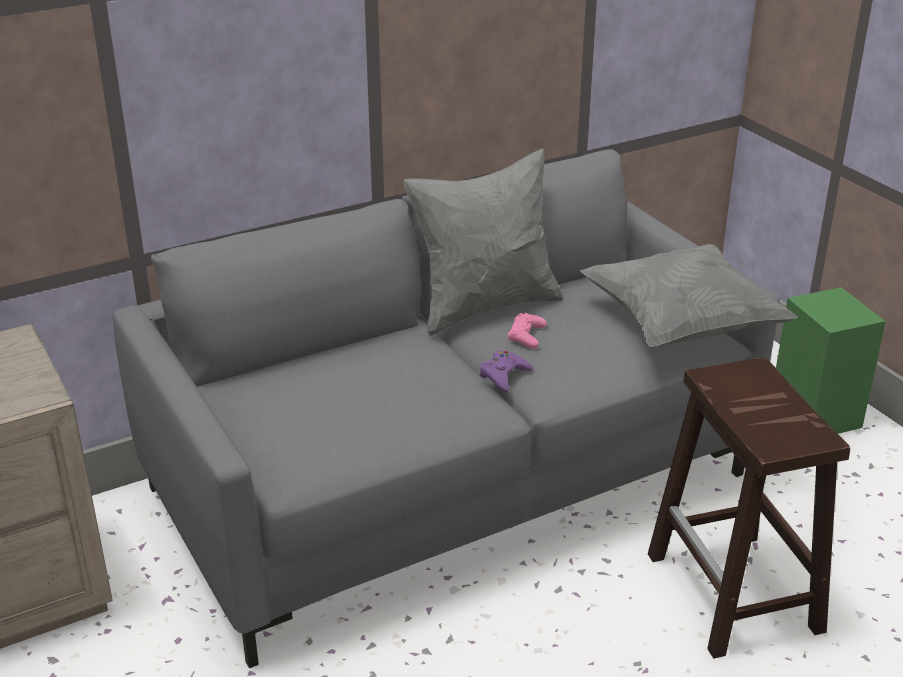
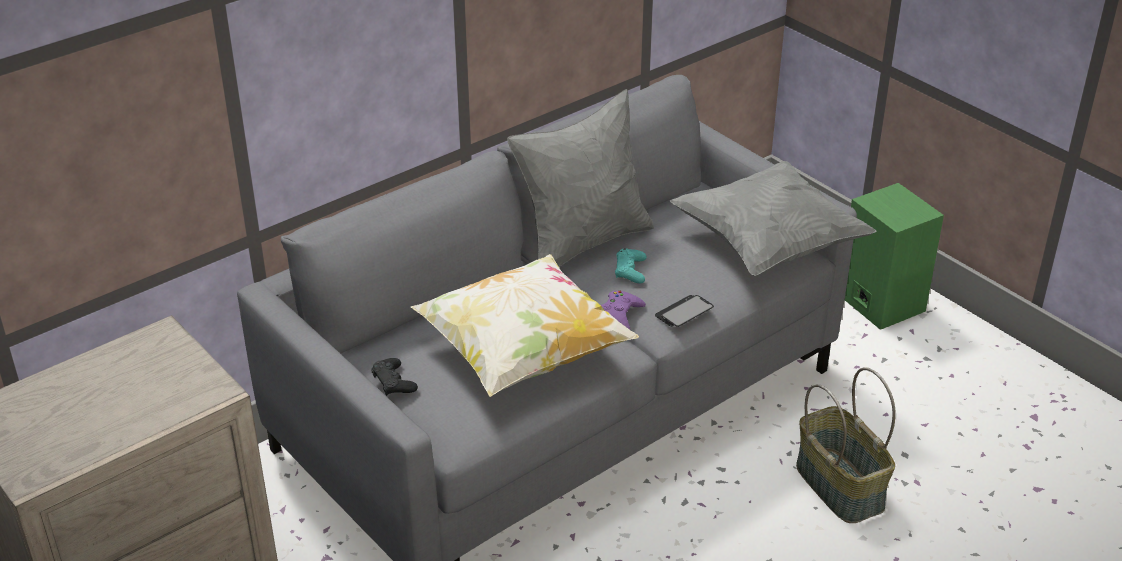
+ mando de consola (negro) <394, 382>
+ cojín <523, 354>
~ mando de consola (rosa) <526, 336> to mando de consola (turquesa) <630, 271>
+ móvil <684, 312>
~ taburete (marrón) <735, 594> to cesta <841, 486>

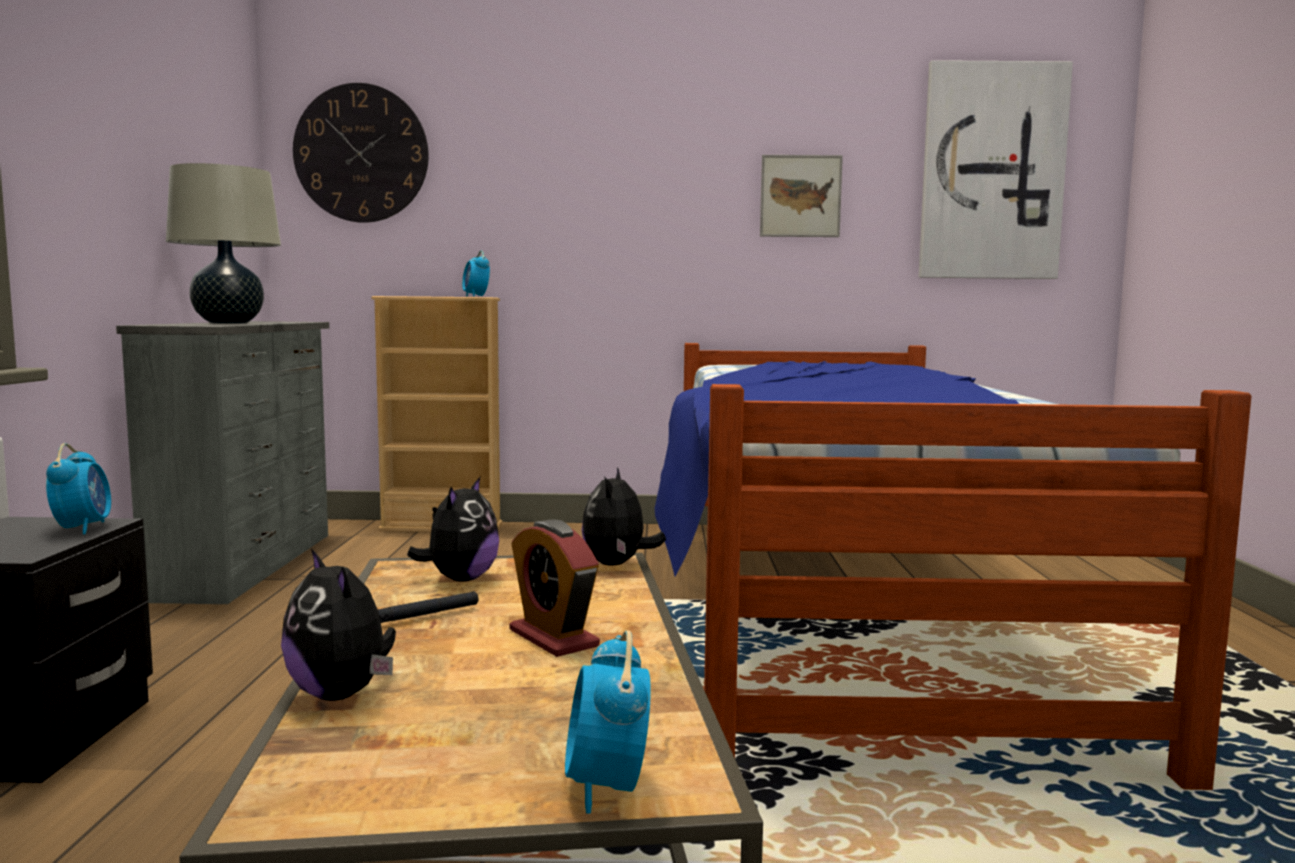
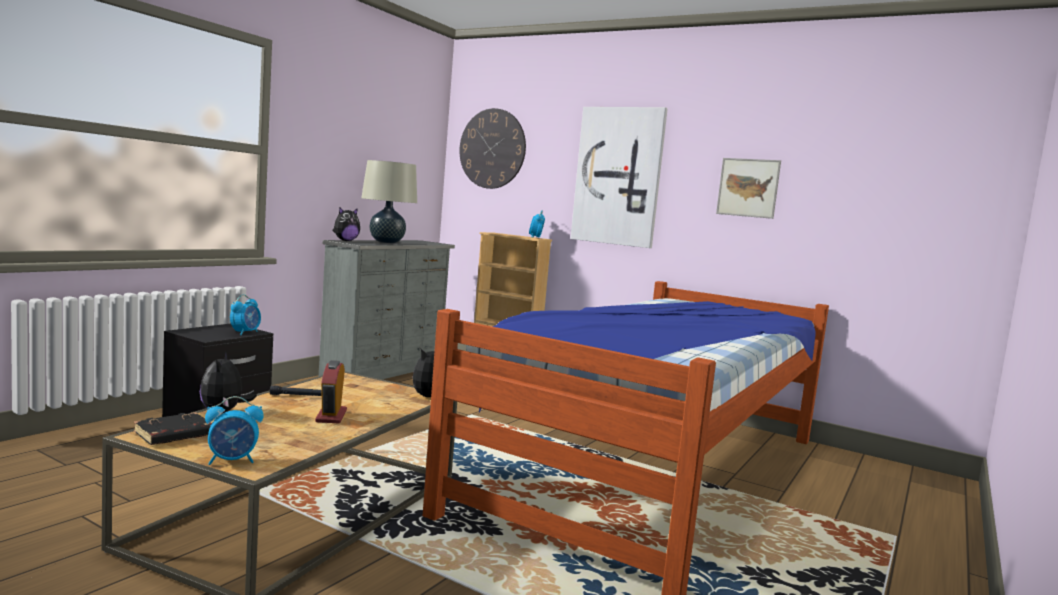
+ libro (negro) <174, 435>
~ despertador <606, 788> = <232, 461> 135 degrees counterclockwise
~ peluche <460, 579> to <345, 241>
~ cuadro <992, 172> to <618, 176>

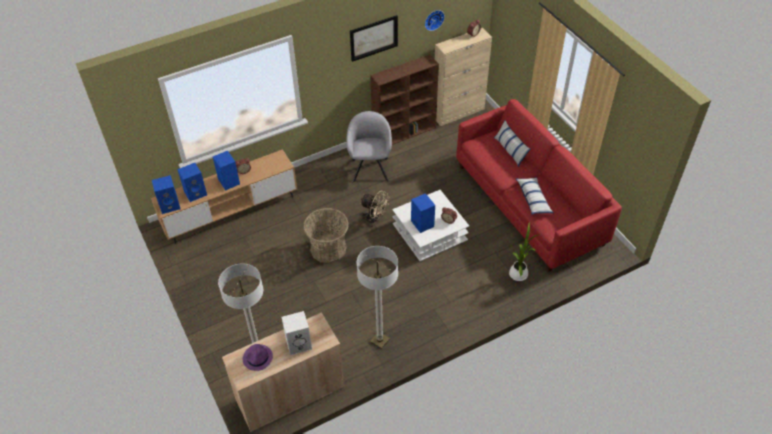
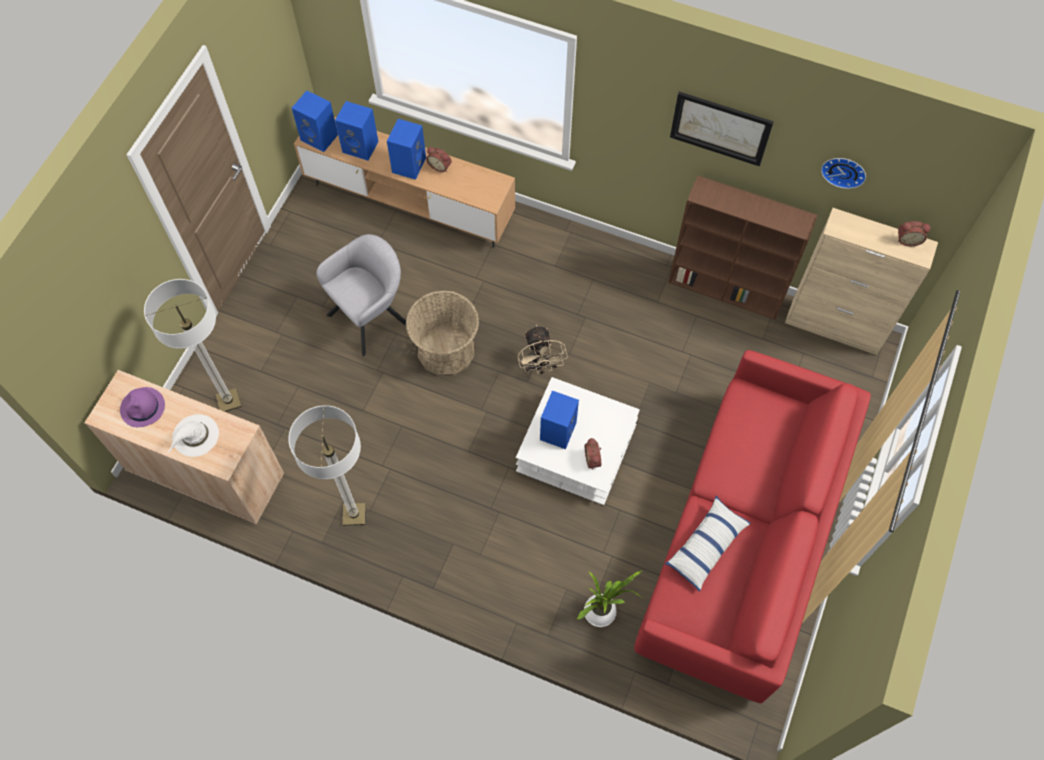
~ altavoz (blanco) <299, 343> to sombrero (blanco) <195, 436>
~ sillón (gris) <370, 167> to <371, 316>
- cojín <510, 150>

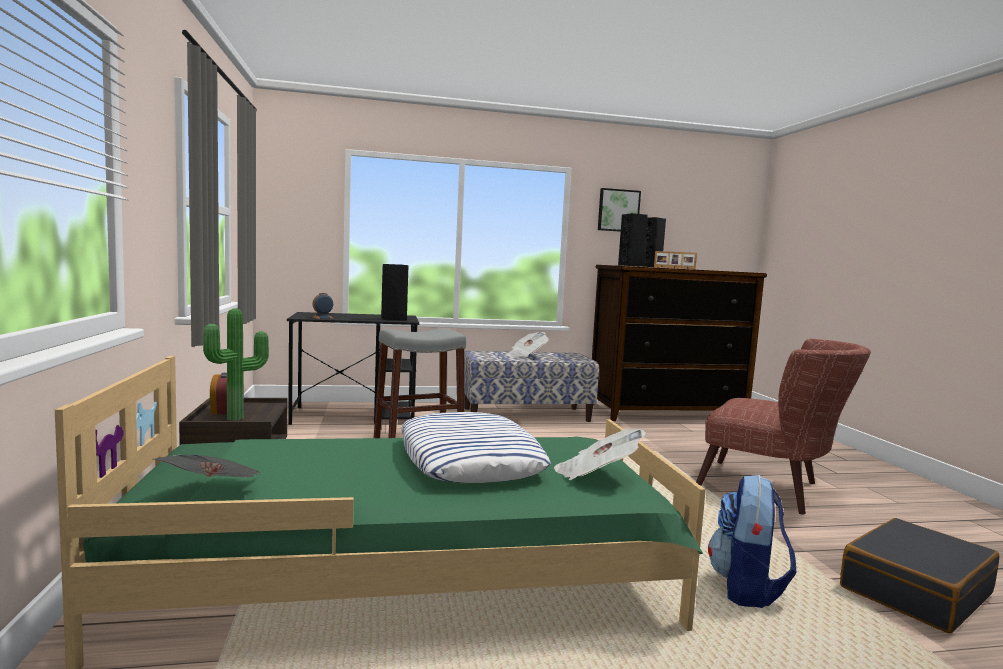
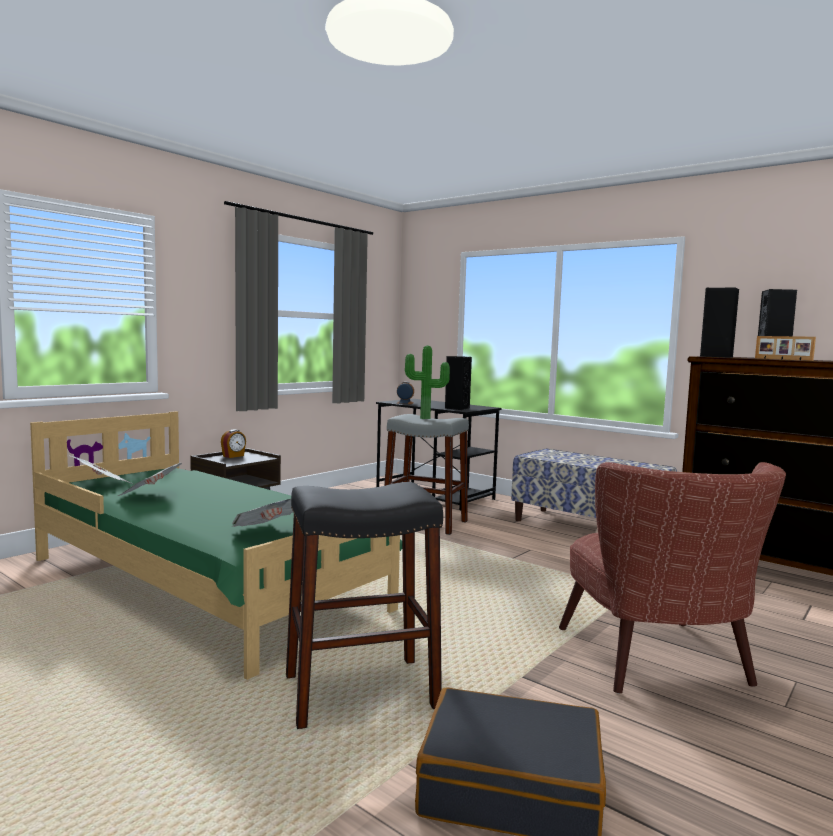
~ periódico <526, 355> to <150, 496>
~ mochila <747, 588> to taburete (negro) <360, 691>
~ planta en maceta <237, 418> to <425, 418>
- cojín <469, 459>
- cuadro <618, 210>

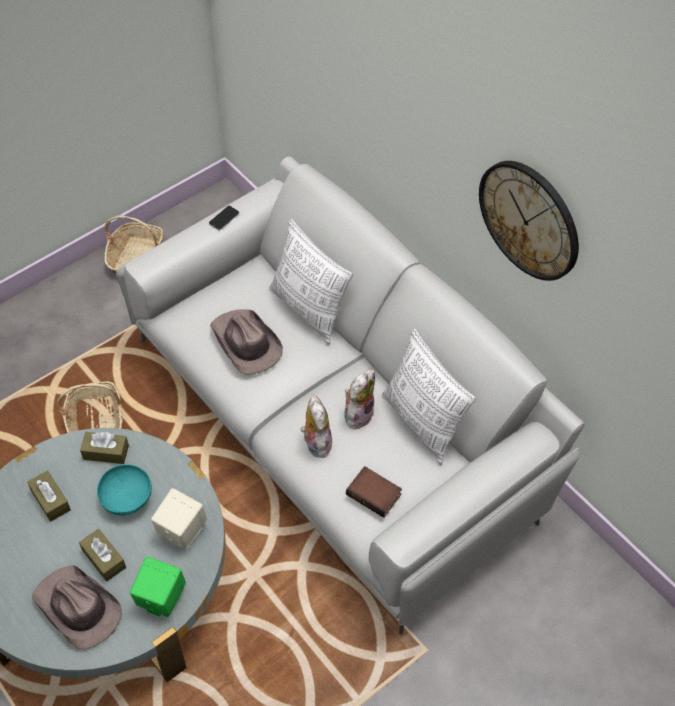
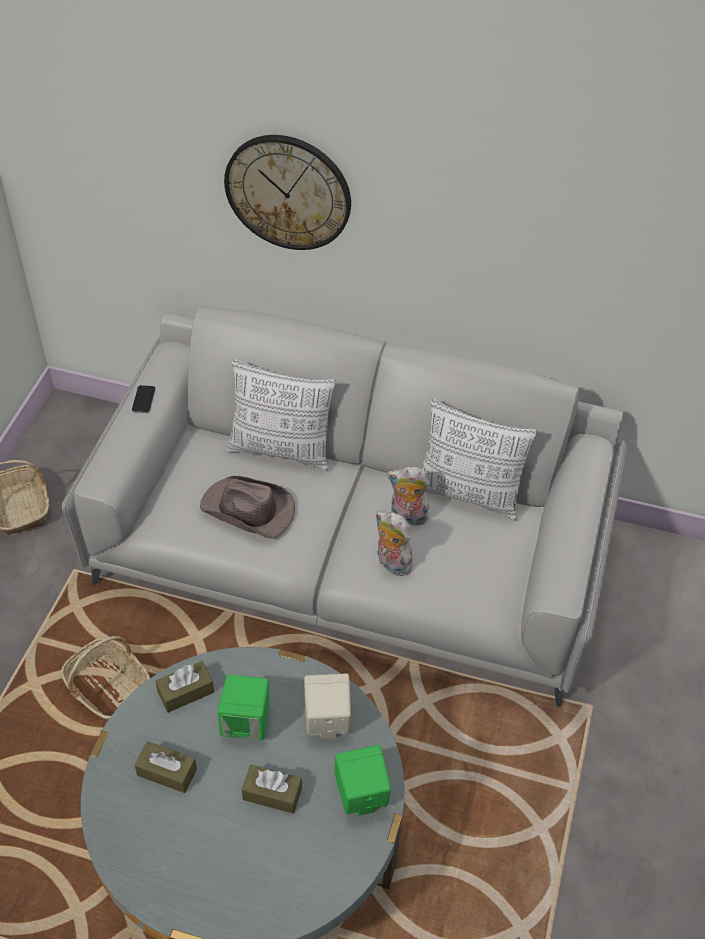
~ cuenco (turquesa) <127, 498> to altavoz (verde) <246, 722>
~ reloj de pared <529, 220> to <288, 192>
~ peluche <358, 413> = <407, 517> 75 degrees counterclockwise
- sombrero (marrón) <77, 608>
- libro <375, 494>

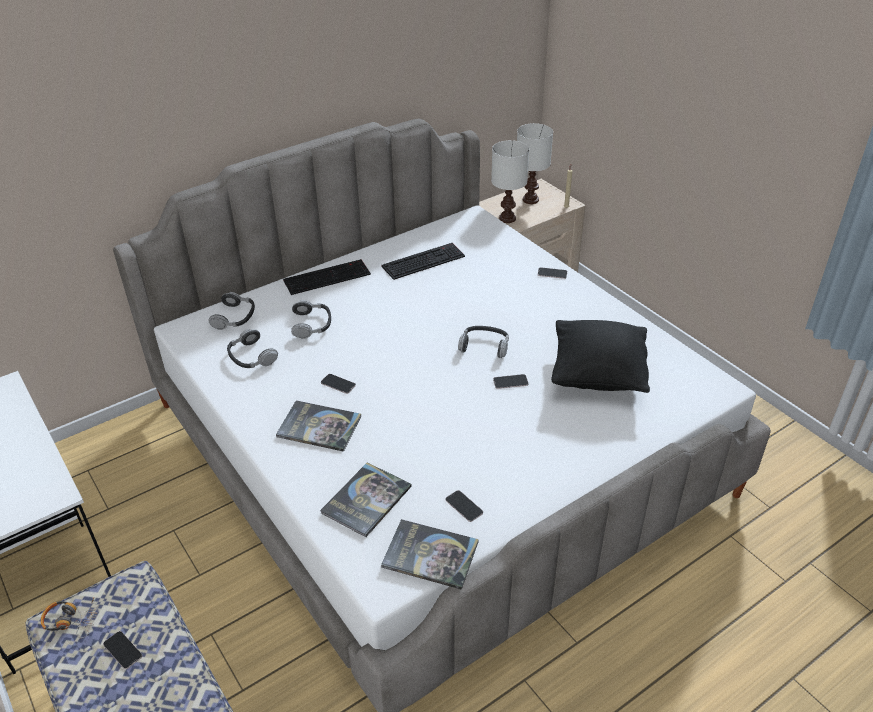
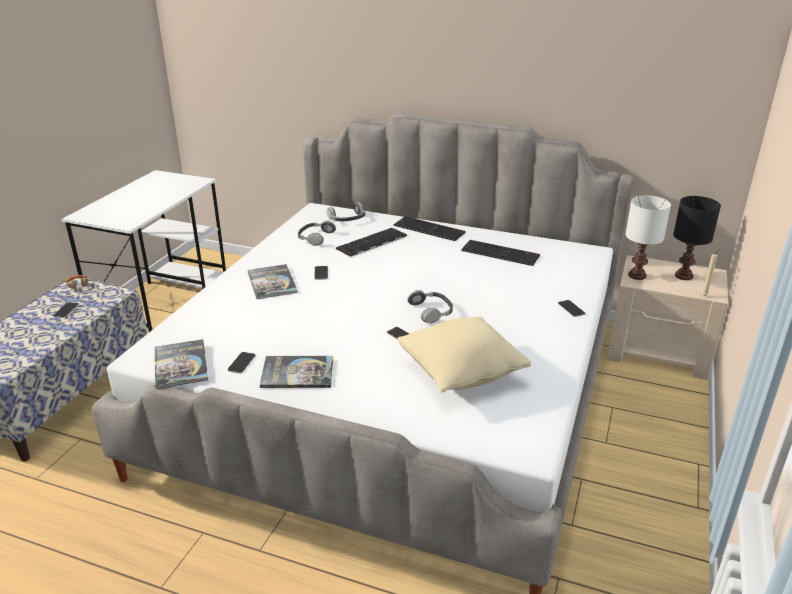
~ libro <366, 500> to <297, 373>
~ auriculares <312, 324> to teclado <372, 243>
~ cojín (negro) <597, 375> to cojín (beis) <461, 374>
~ lámpara de mesa (blanco) <530, 199> to lámpara de mesa (negro) <683, 275>

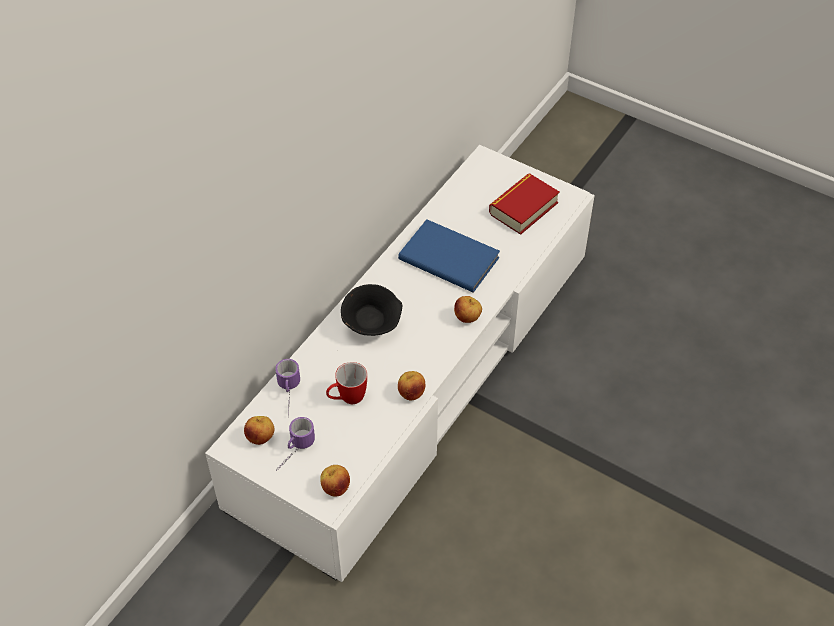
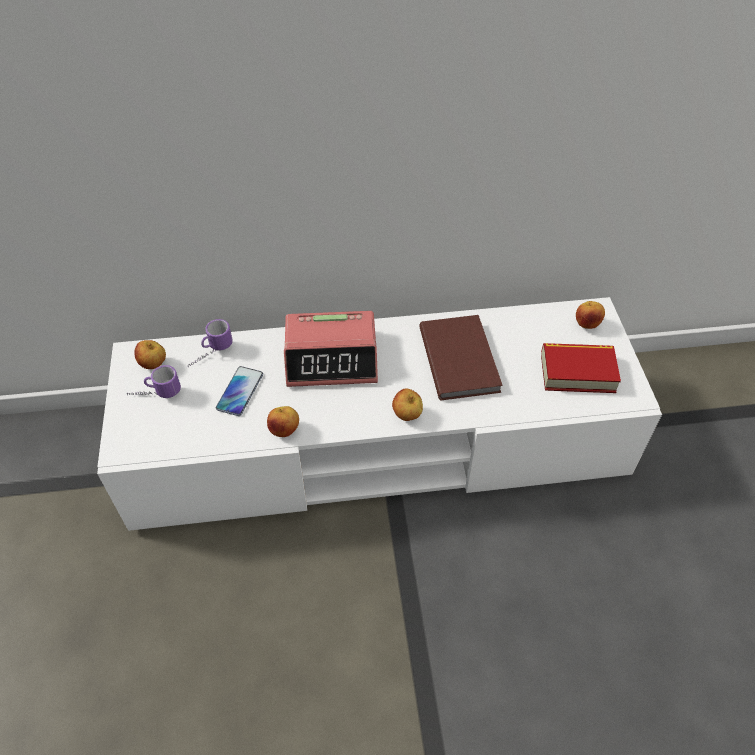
~ taza grande <347, 399> to móvil <240, 391>
~ cuenco (negro) <372, 326> to despertador <332, 358>
~ libro (azul) <449, 257> to libro (marrón) <461, 358>
~ manzana <335, 488> to <586, 324>

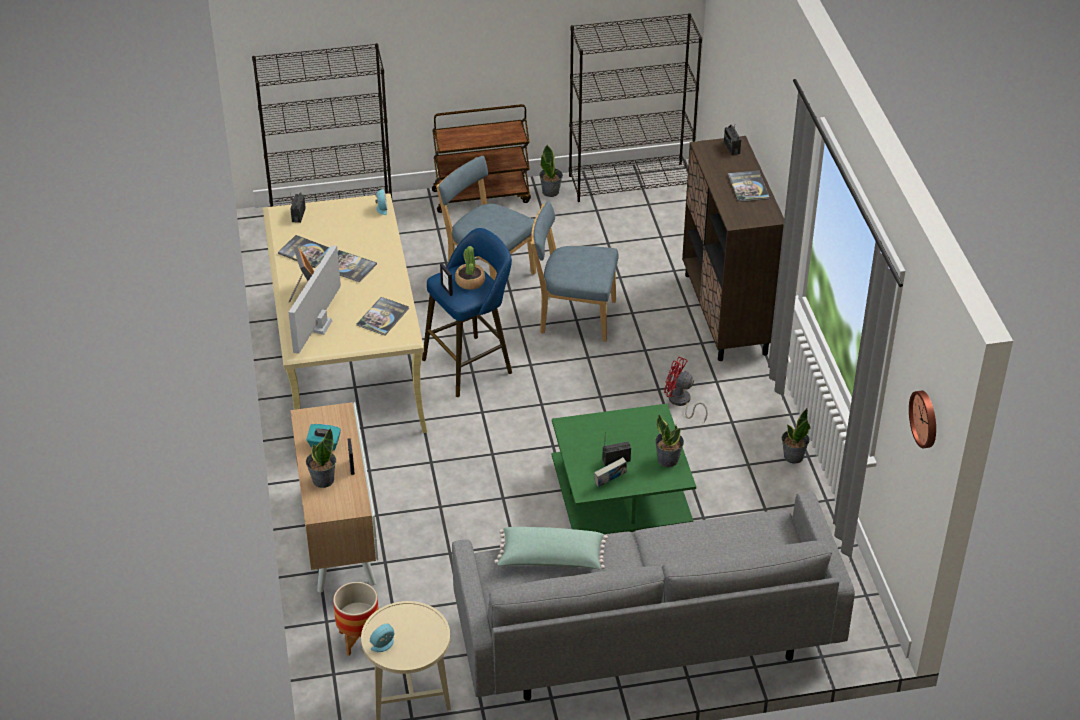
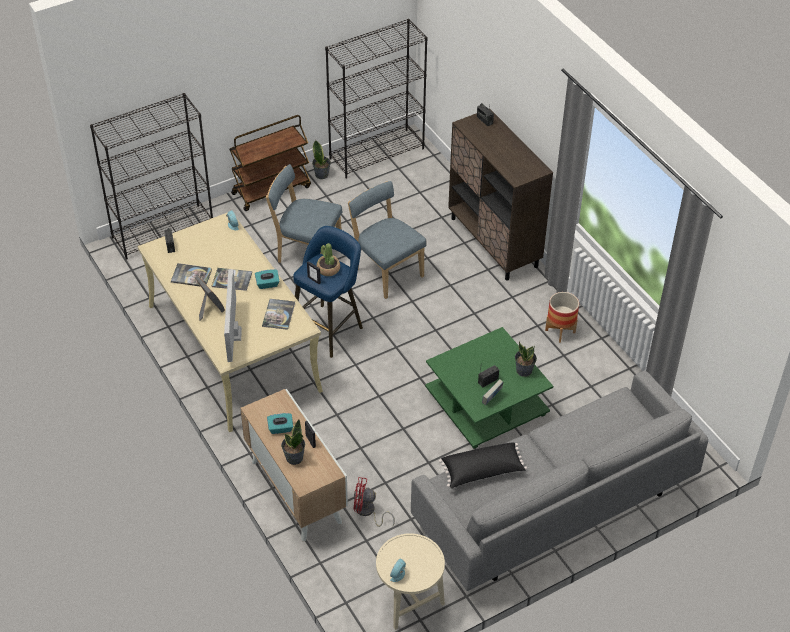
+ caja de pañuelos (turquesa) <267, 284>
~ silla (azul) <573, 317> = <386, 271> 60 degrees clockwise
~ ventilador (rojo) <681, 402> to <367, 512>
~ cojín (verde) <551, 559> to cojín (negro) <482, 471>
~ maceta <359, 639> to <560, 331>
- libro <748, 187>
- planta en maceta <793, 456>
- reloj de pared <925, 418>

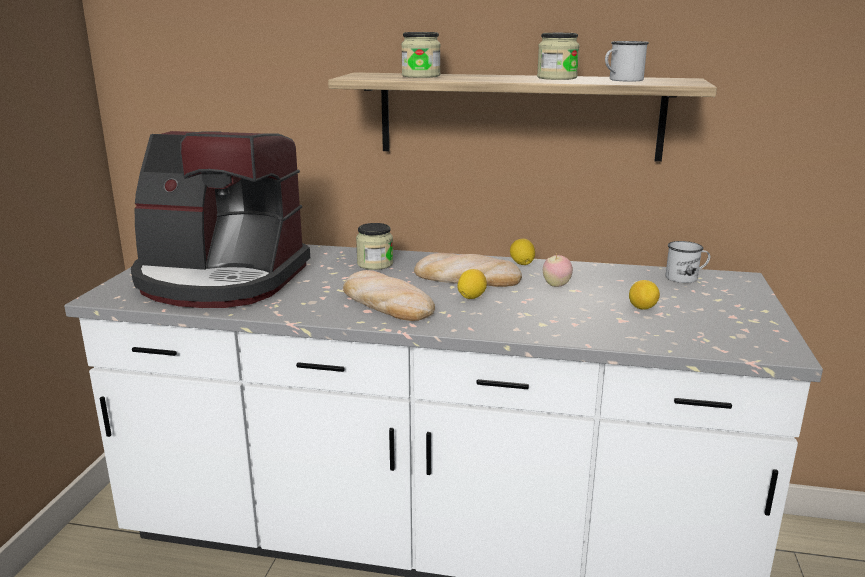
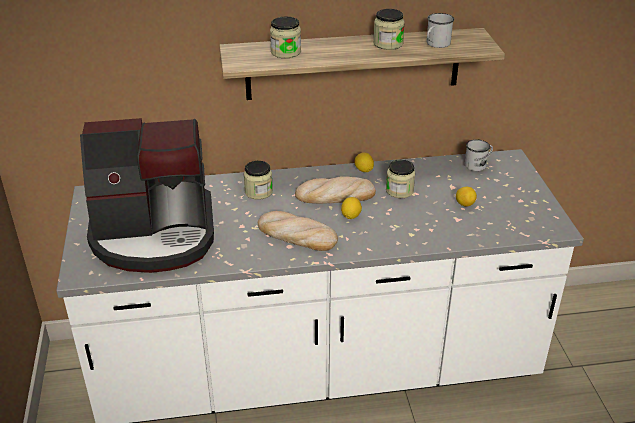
~ manzana <556, 285> to tarro <399, 191>

